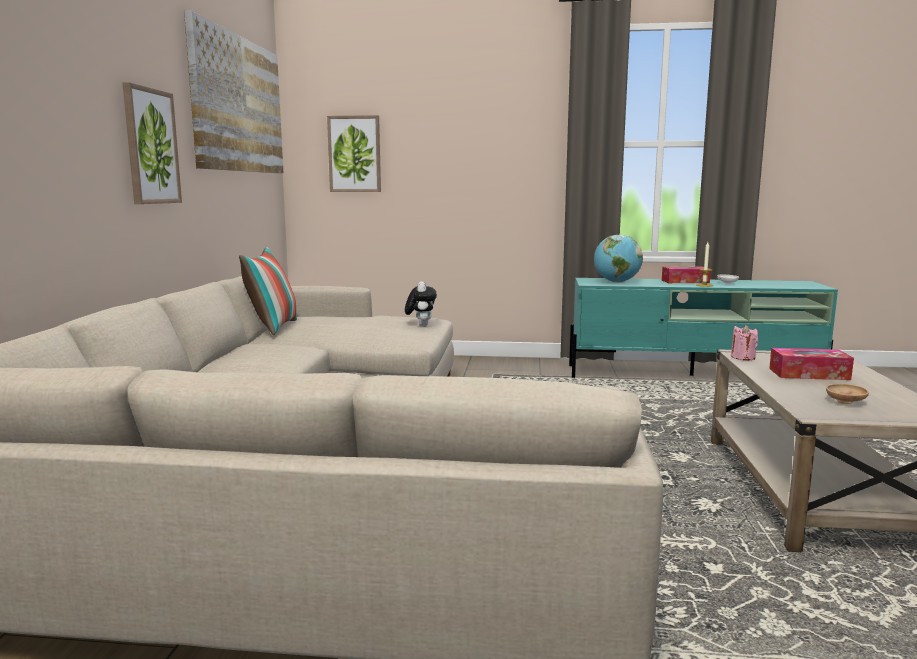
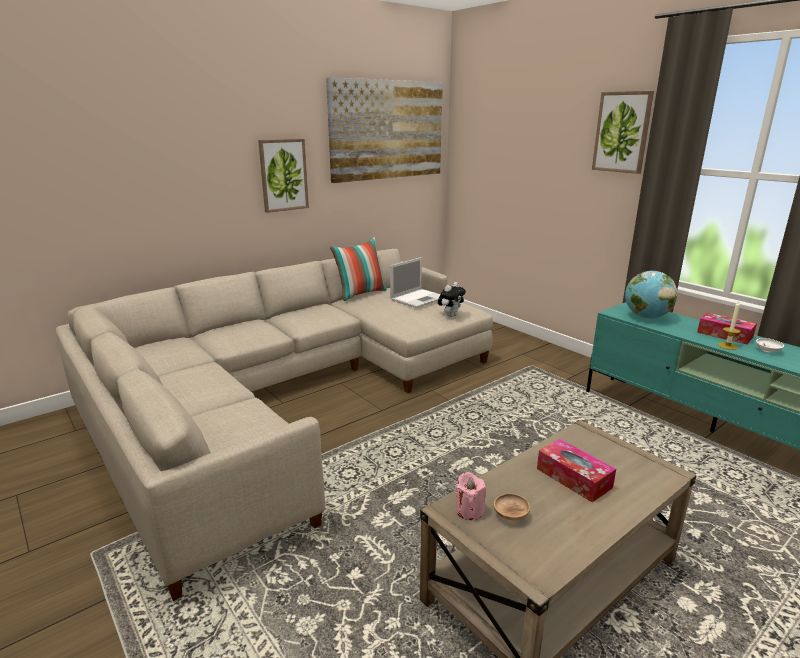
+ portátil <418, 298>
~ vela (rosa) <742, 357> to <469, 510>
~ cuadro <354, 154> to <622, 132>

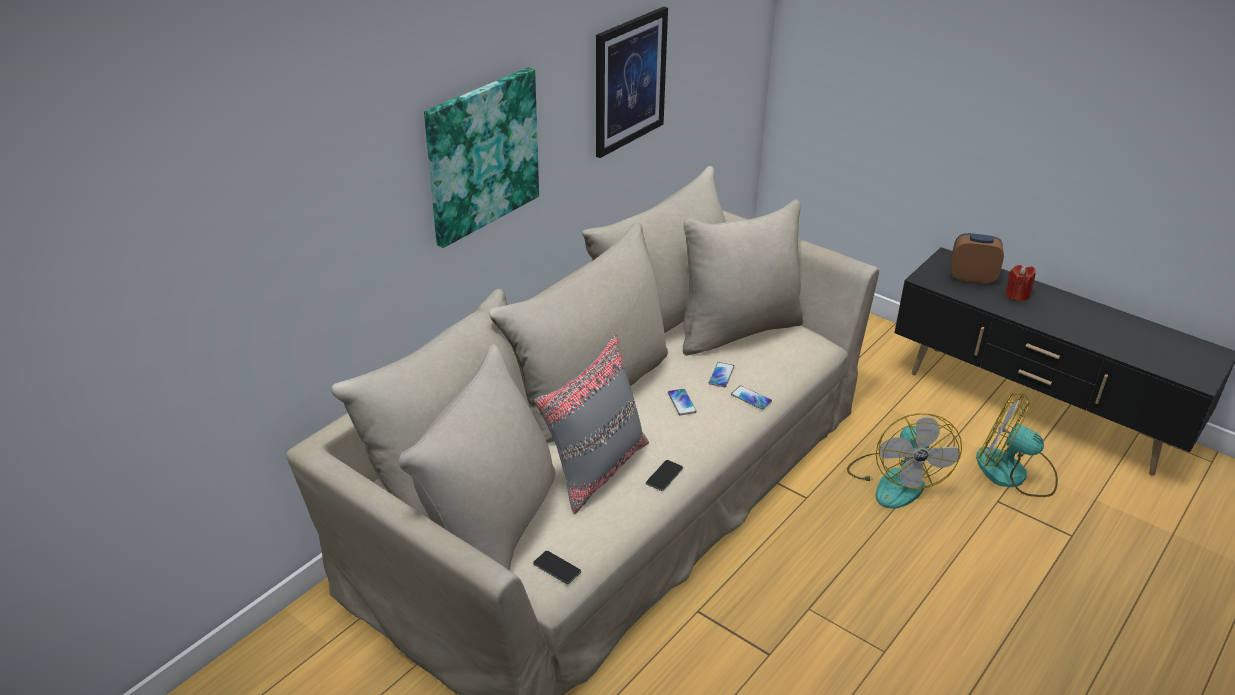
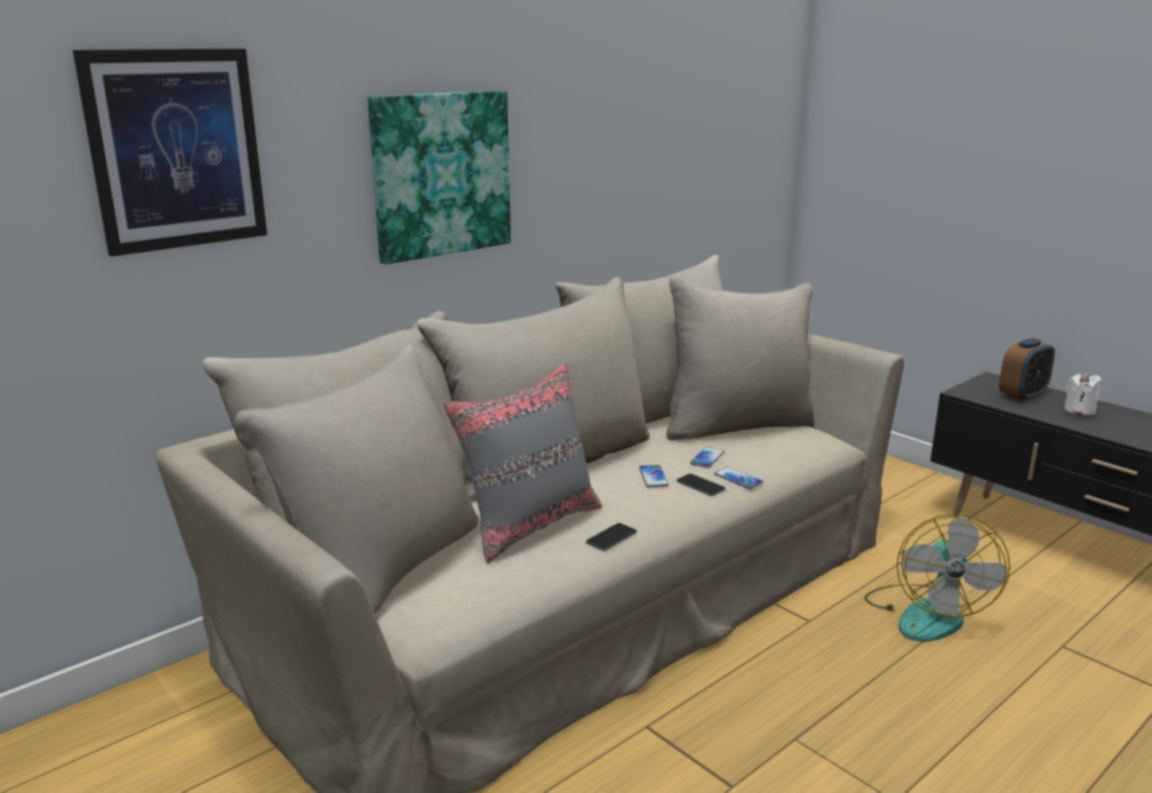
~ cuadro <629, 81> to <176, 150>
~ móvil <557, 568> to <700, 485>
~ despertador <972, 278> = <1022, 395> 120 degrees clockwise
~ vela (rojo) <1017, 295> to vela (blanco) <1079, 411>
- ventilador <1013, 473>

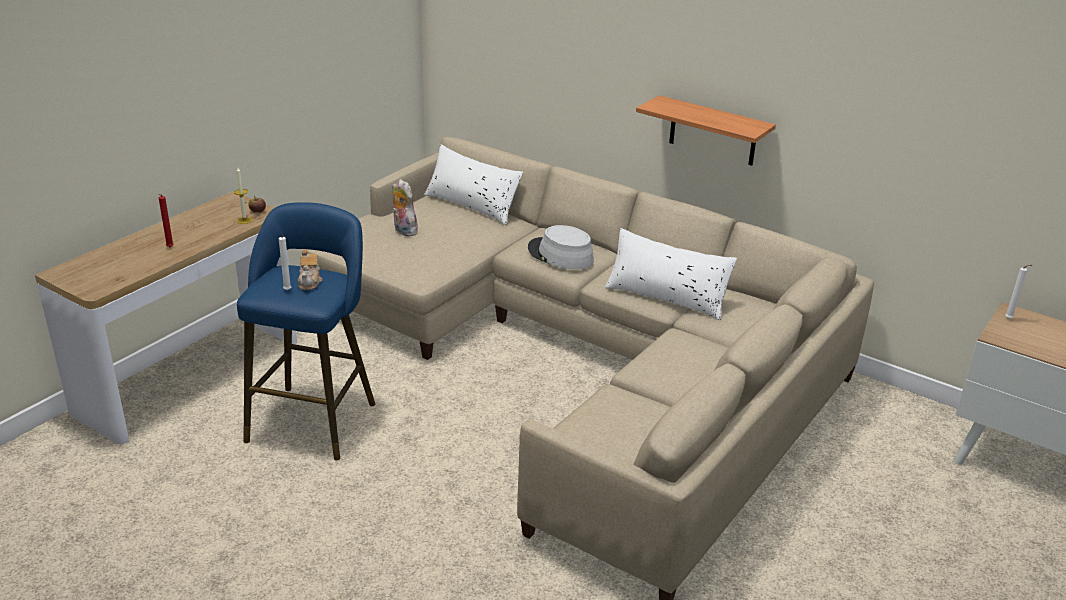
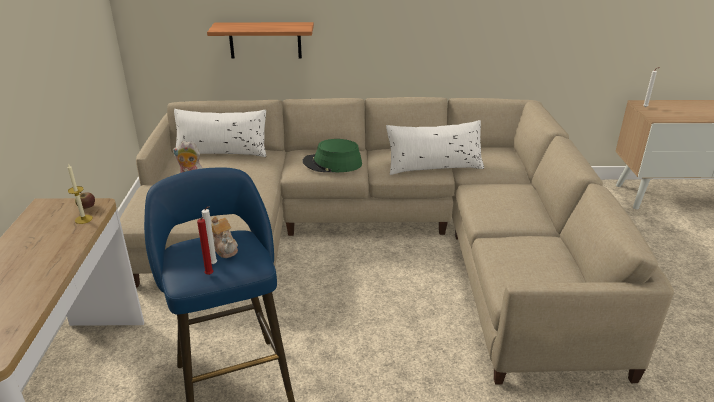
~ vela (rojo) <169, 248> to <209, 275>
~ estante <713, 131> to <265, 40>
~ sombrero (gris) <560, 255> to sombrero (verde) <332, 163>

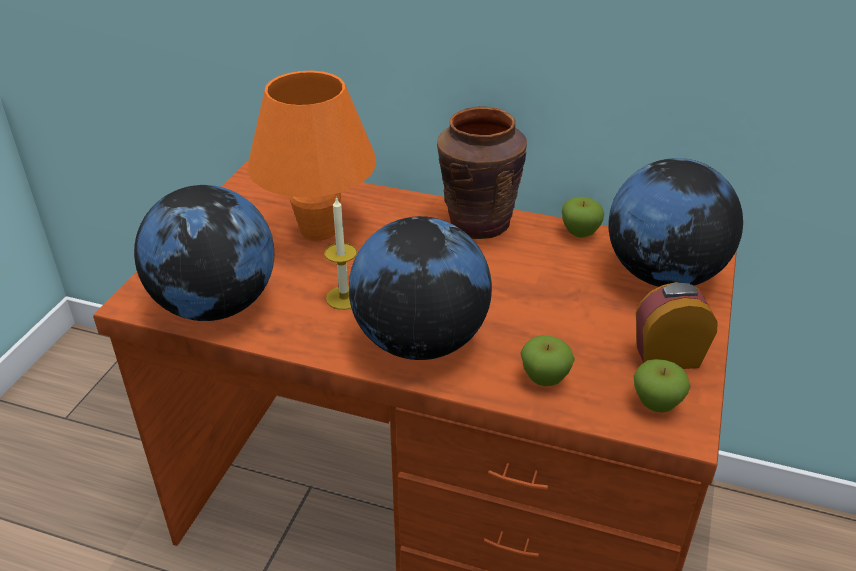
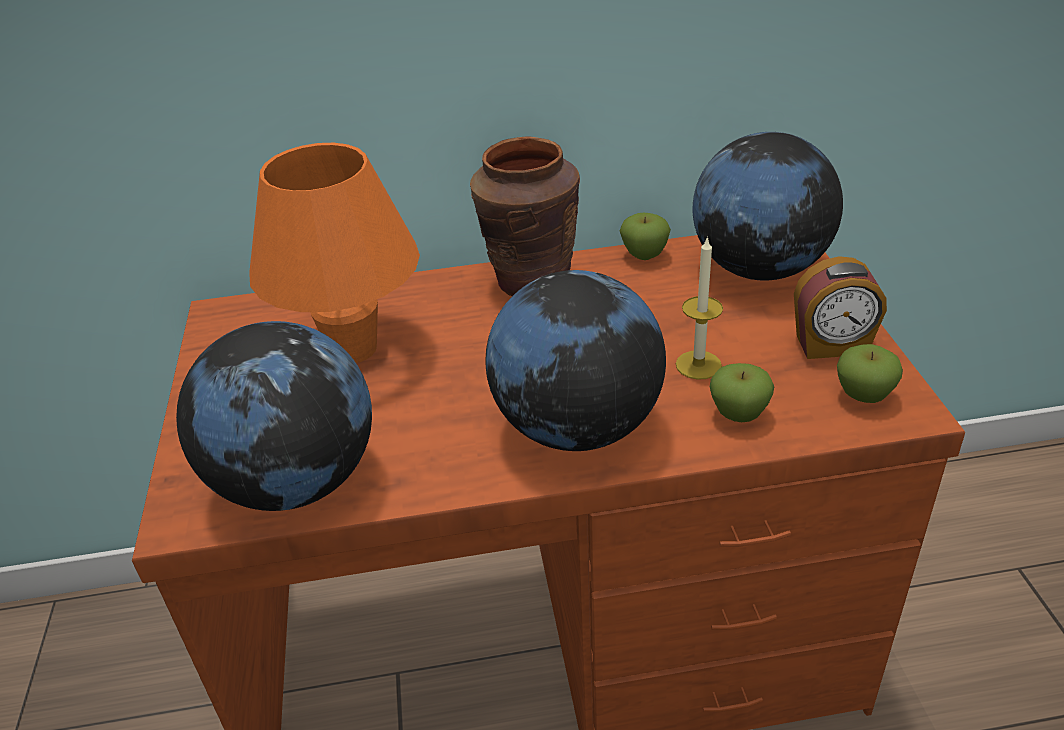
~ vela <344, 298> to <698, 365>
~ despertador <667, 356> = <832, 346> 150 degrees counterclockwise

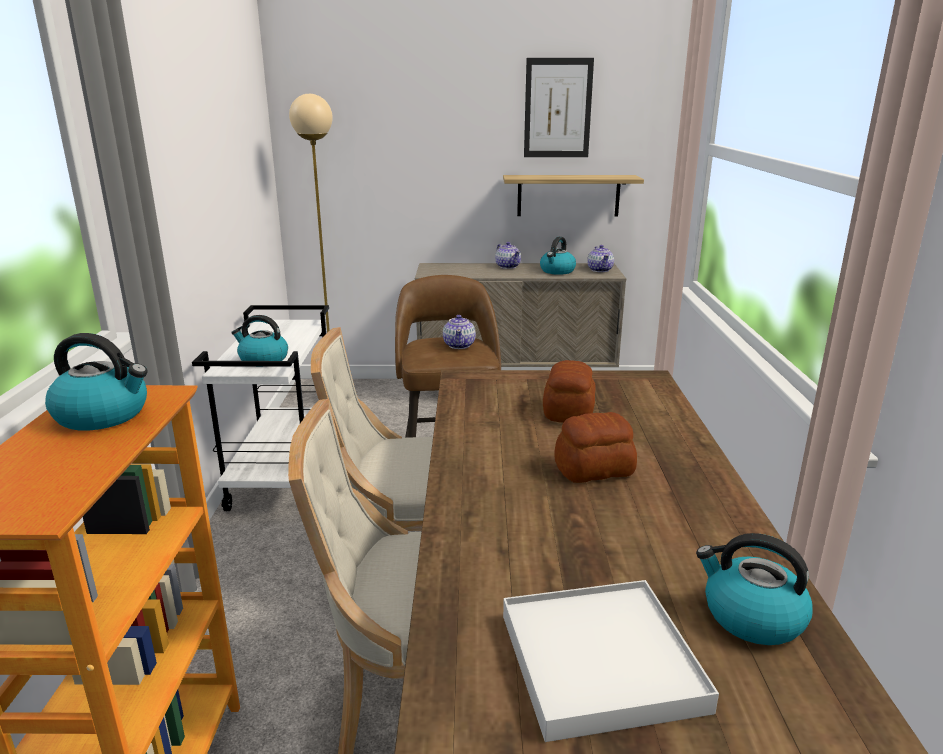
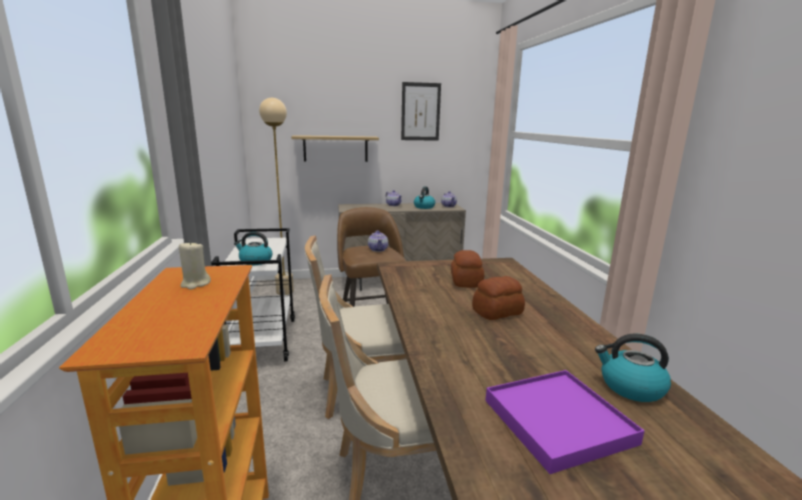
~ hervidor <104, 415> to vela (beis) <195, 284>
~ estante <568, 195> to <335, 148>
~ bandeja (blanco) <600, 662> to bandeja (morado) <558, 421>

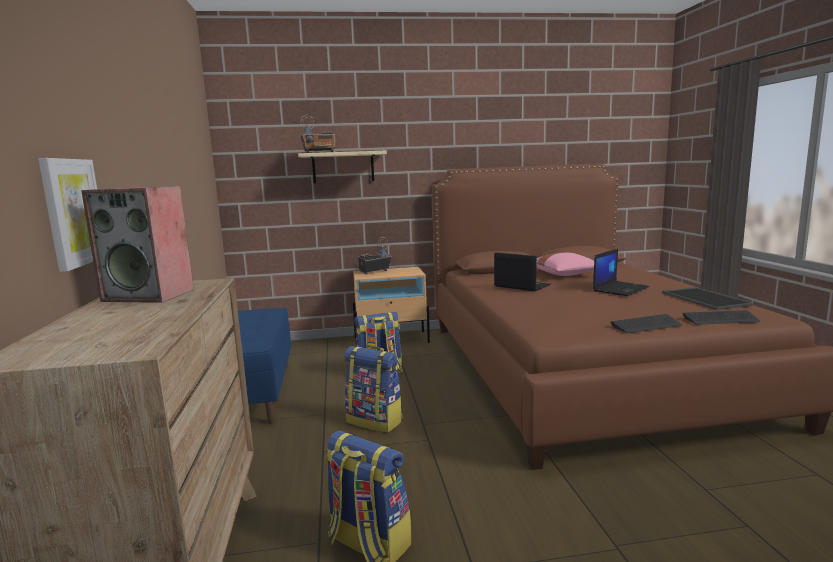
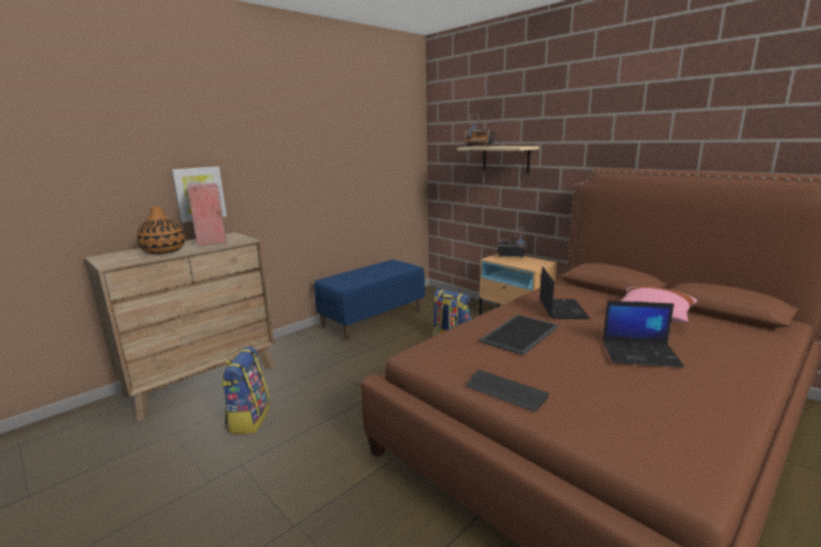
+ florero <164, 251>
~ bandeja <706, 299> to <521, 334>
- mochila <375, 421>
- teclado <720, 319>

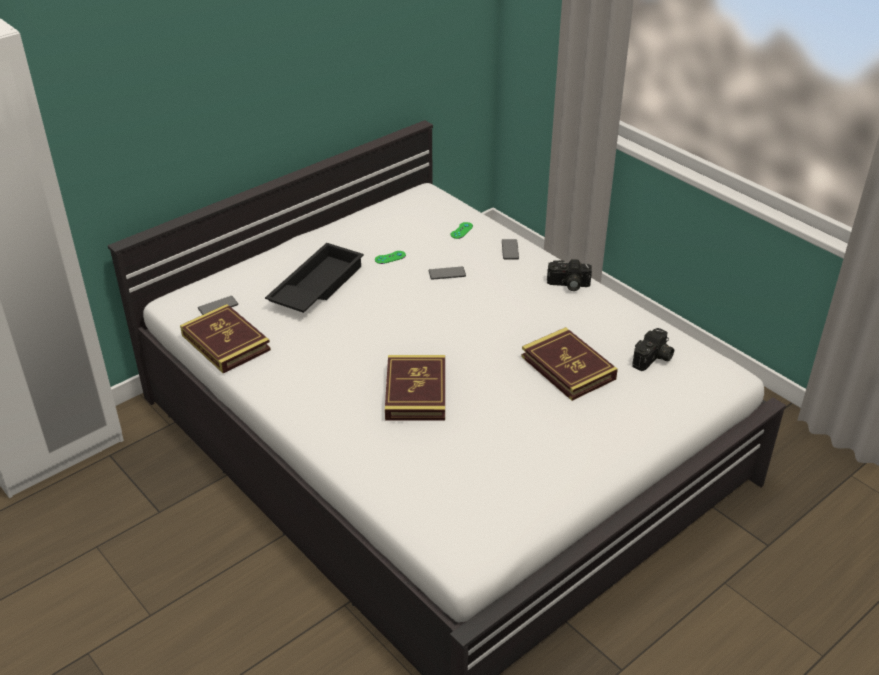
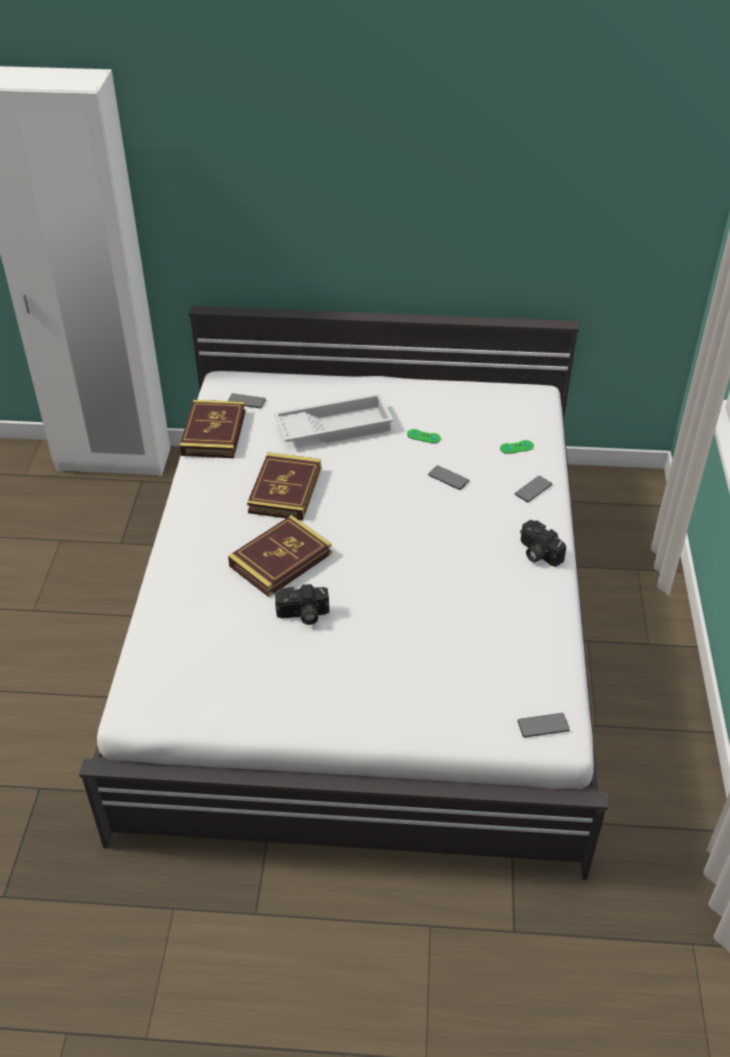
~ libro <568, 368> to <285, 490>
~ bandeja (negro) <316, 286> to bandeja (blanco) <334, 426>
~ cámara <653, 359> to <303, 615>
+ móvil <543, 726>

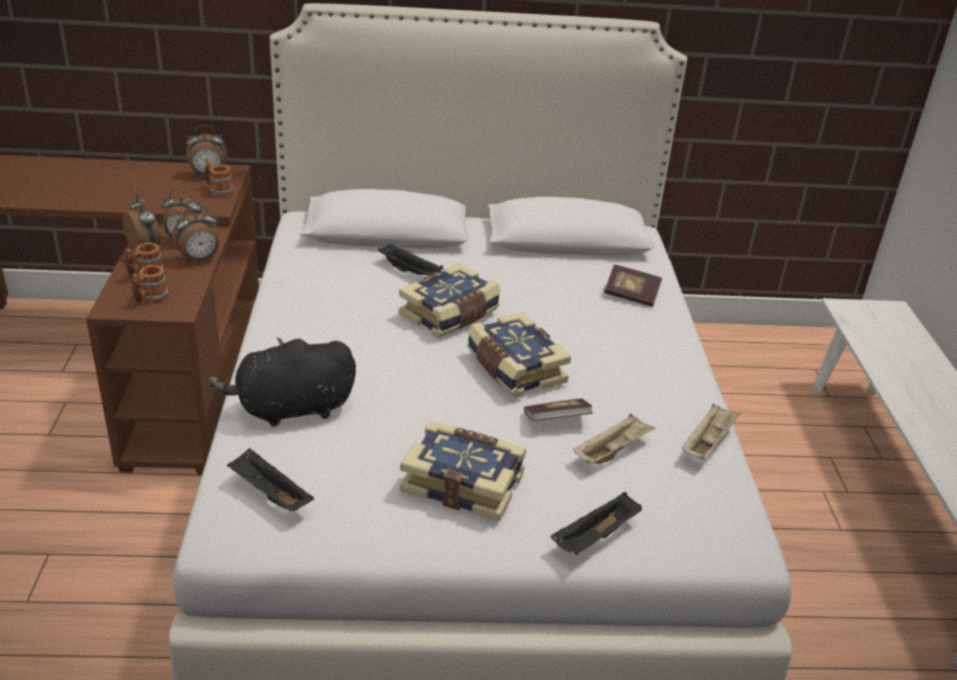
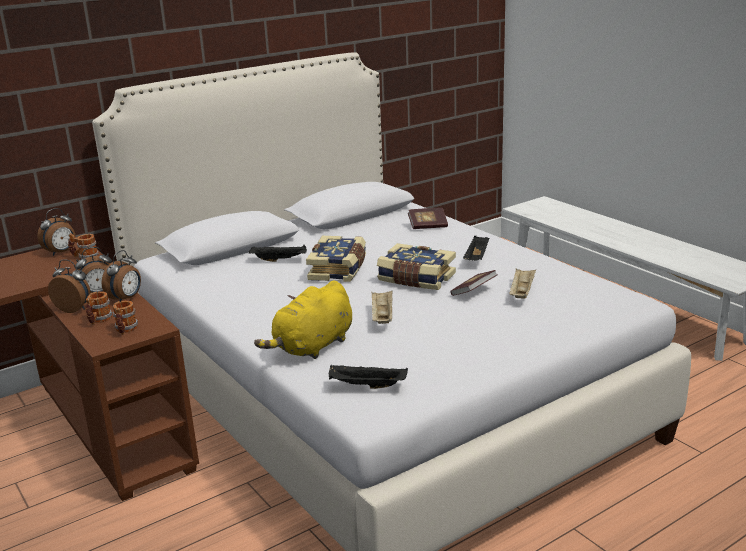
~ peluche (negro) <290, 409> to peluche (amarillo) <312, 347>
~ bandeja (beis) <707, 443> to <382, 316>
~ bandeja (negro) <595, 538> to <477, 258>
- libro <463, 483>

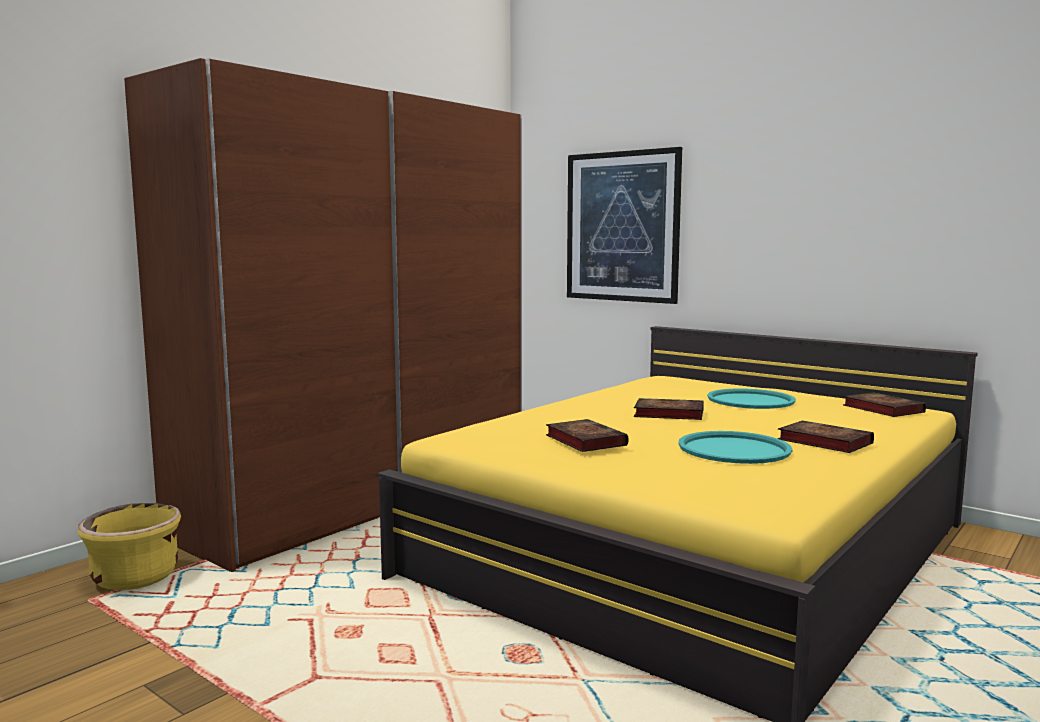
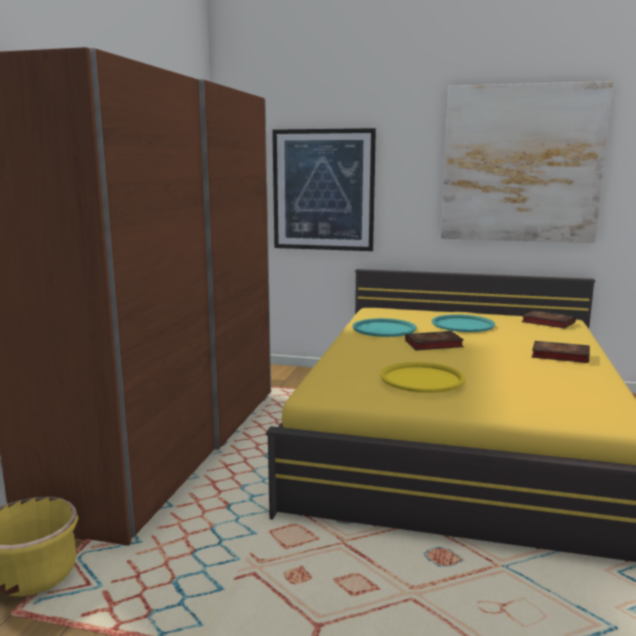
~ bandeja (turquesa) <734, 449> to <384, 329>
~ libro <583, 440> to bandeja (amarillo) <422, 379>
+ cuadro <521, 164>

